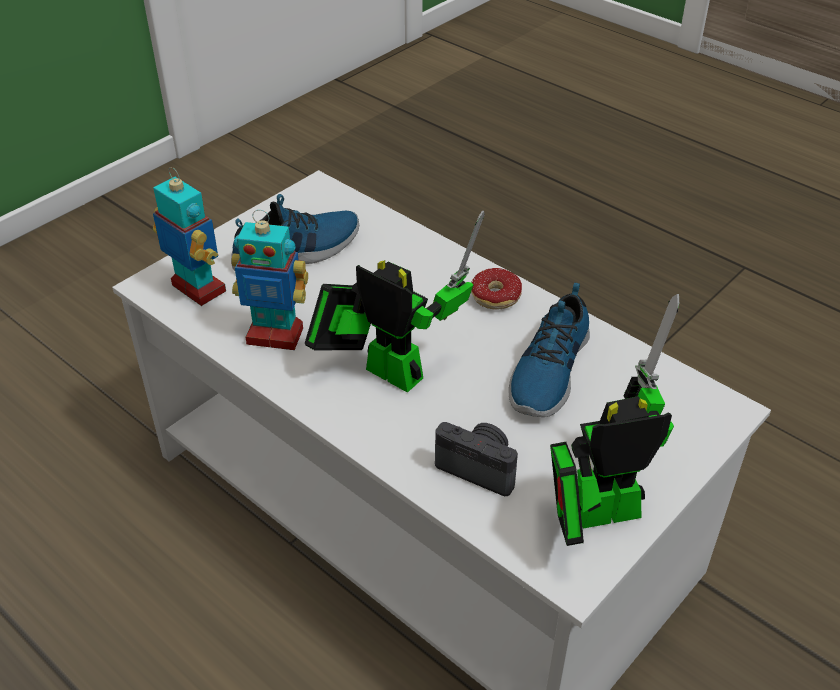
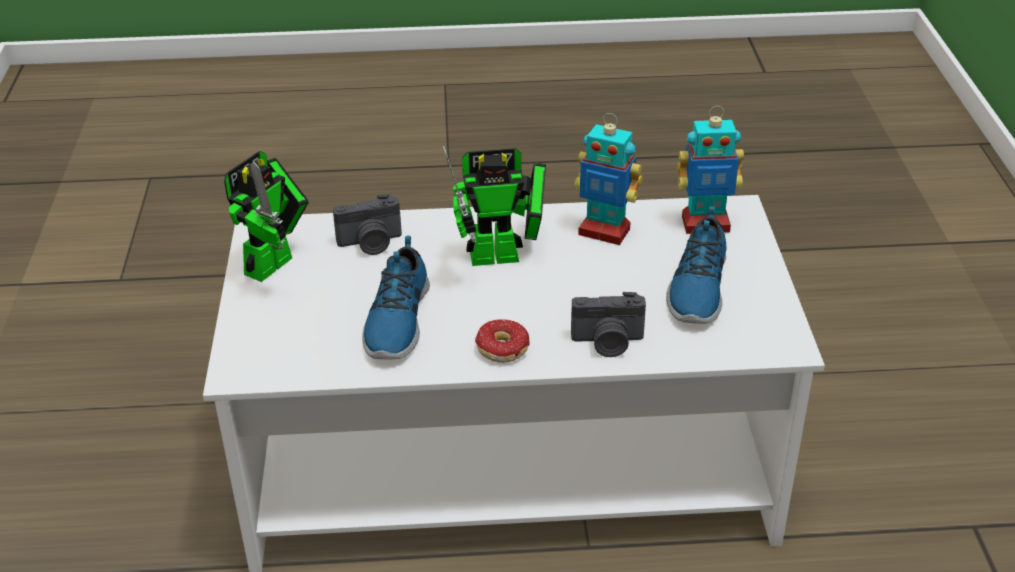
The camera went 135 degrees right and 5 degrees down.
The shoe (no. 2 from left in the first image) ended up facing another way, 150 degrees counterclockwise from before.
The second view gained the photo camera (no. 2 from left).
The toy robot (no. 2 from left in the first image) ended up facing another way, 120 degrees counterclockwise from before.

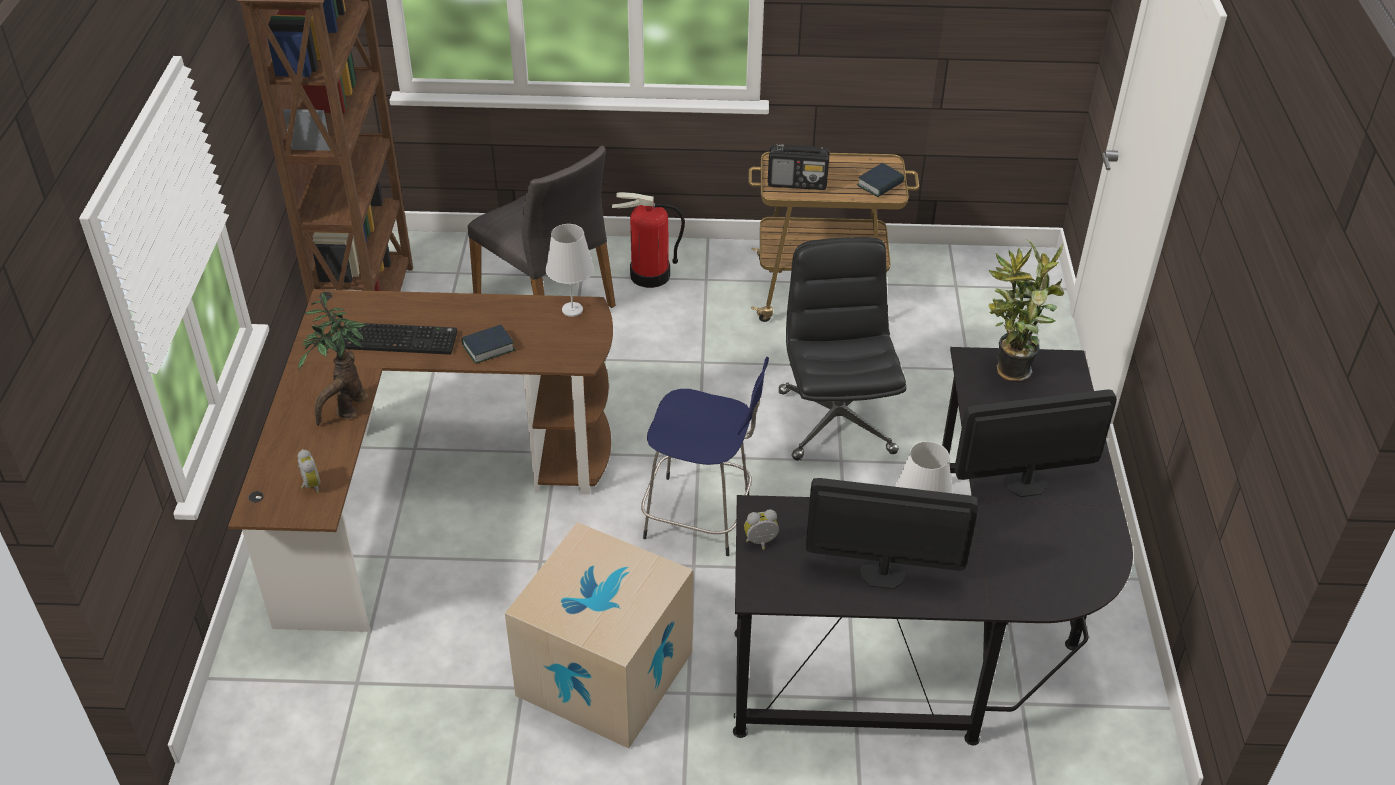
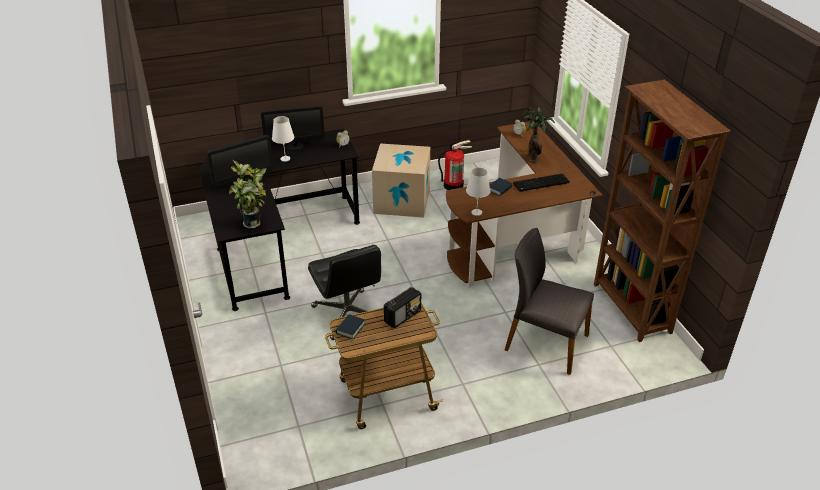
The camera went 160 degrees right and 5 degrees down.
The radio ended up facing another way, 150 degrees clockwise from before.
The fire extinguisher ended up elsewhere.
The second view lost the stool (blue).

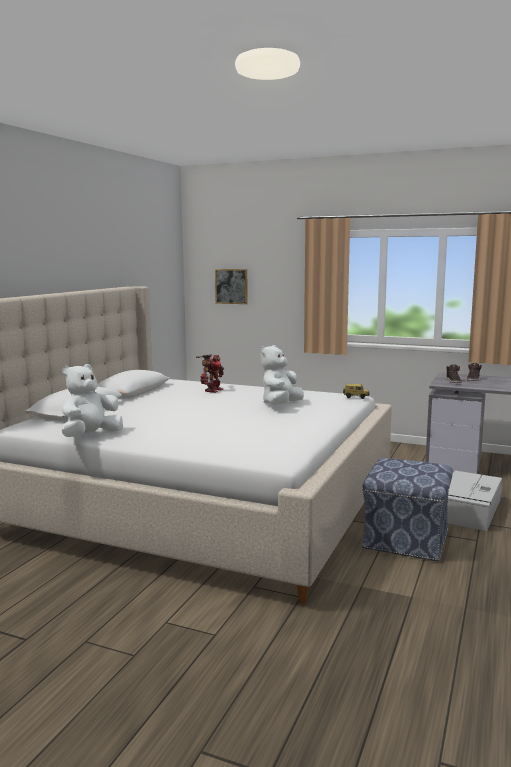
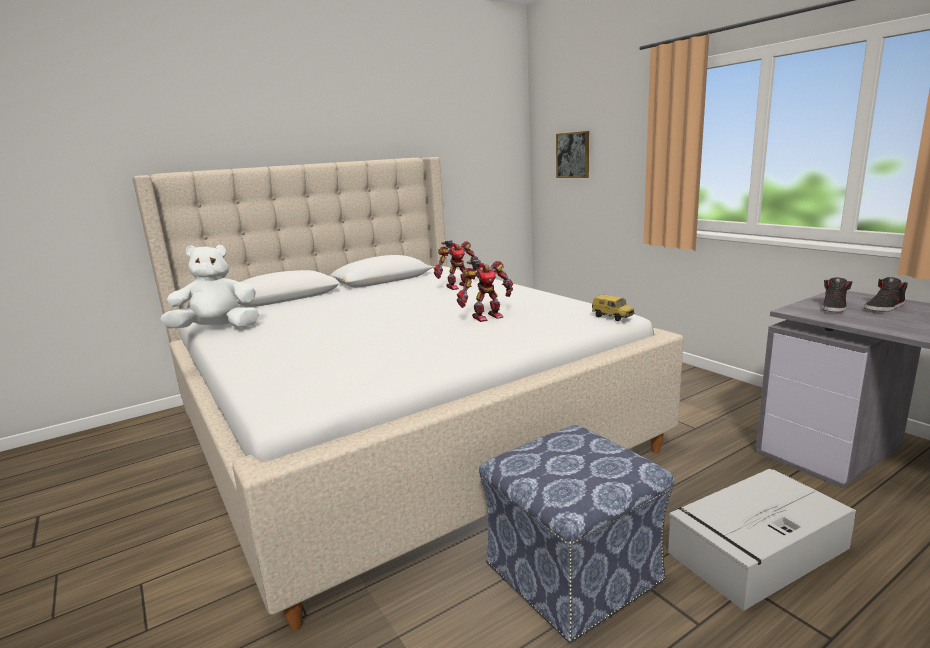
The camera went 35 degrees right and 5 degrees up.
Where the plush toy (white) (no. 2 from left) stood, the toy robot (no. 2 from left) came to stand.

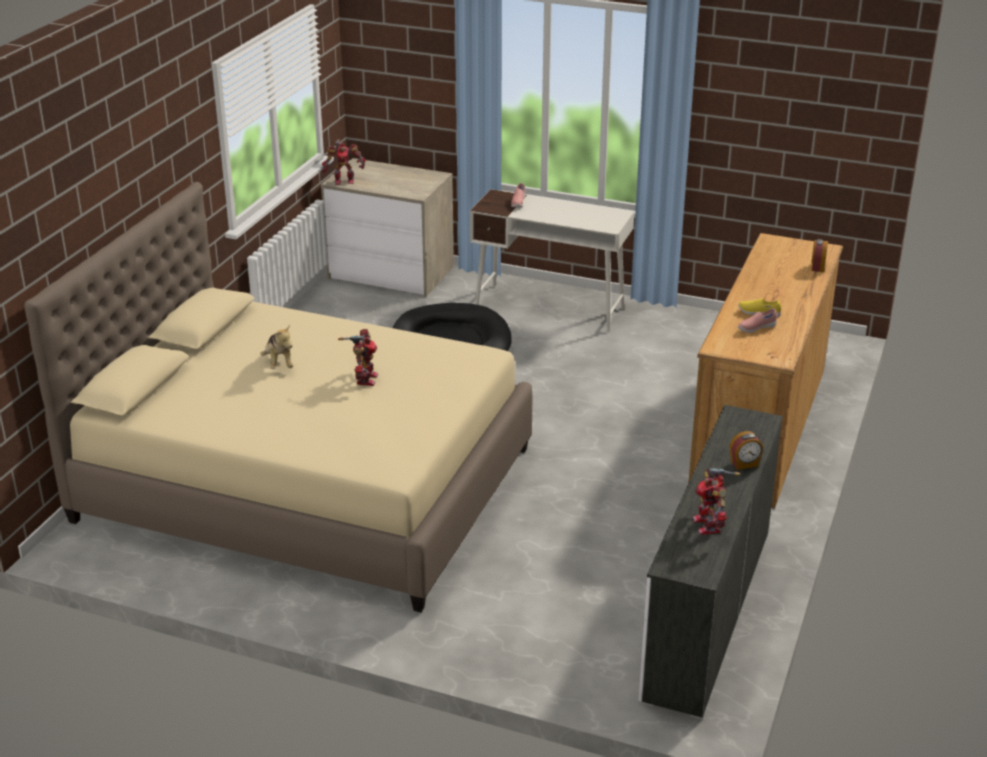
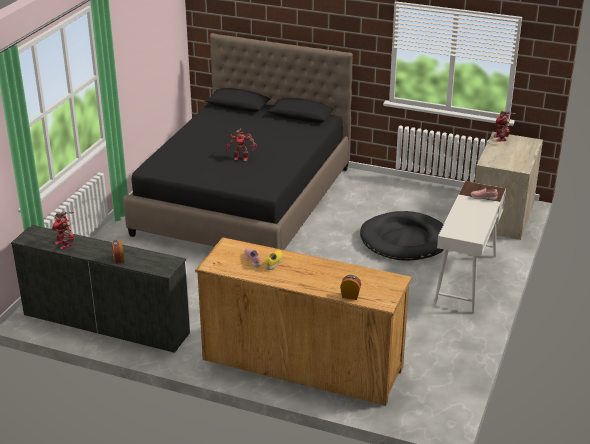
The camera went 90 degrees right and 0 degrees up.
The toy robot (no. 3 from left in the first image) ended up facing another way, 120 degrees counterclockwise from before.
What was the bed (beige) turned into the bed (black).
The second view lost the plush toy.

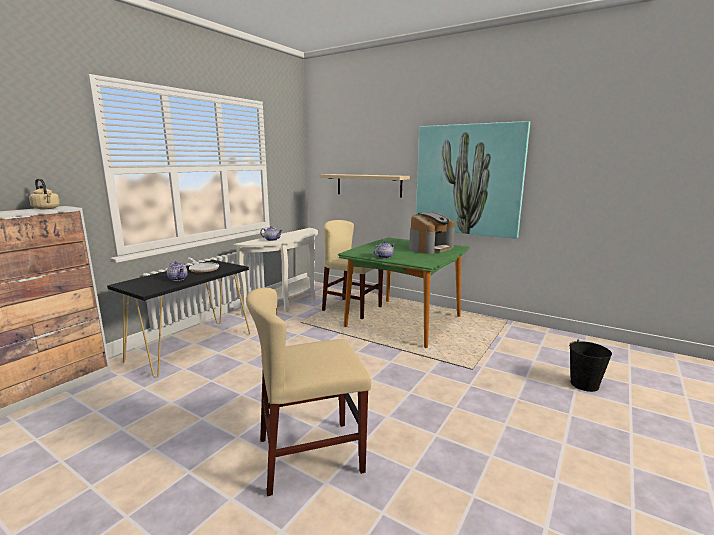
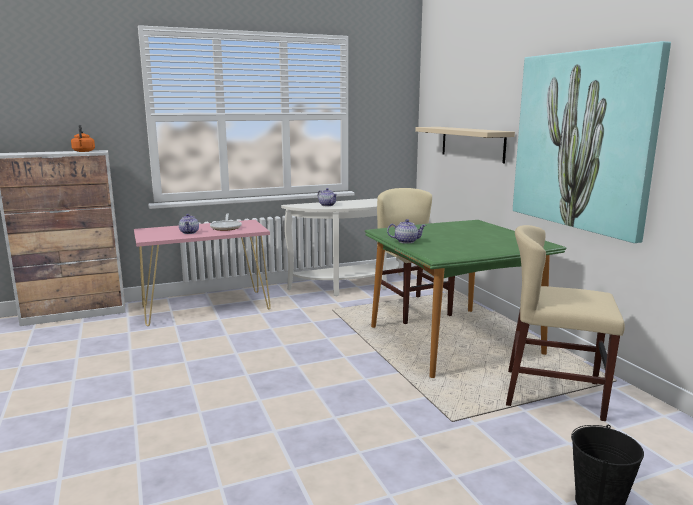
The camera went 35 degrees right and 0 degrees up.
What was the kettle (beige) turned into the kettle (orange).
What was the console table (black) turned into the console table (pink).
The chair (beige) (no. 1 from left in the first image) ended up elsewhere.
The second view lost the coffee machine.

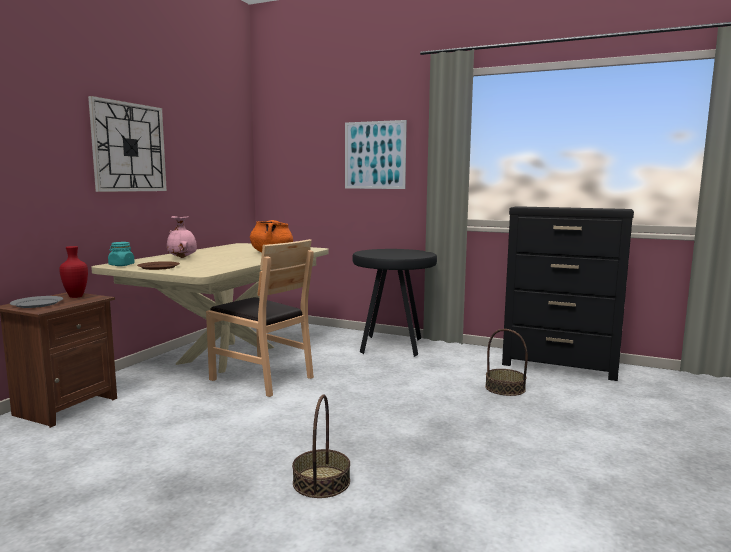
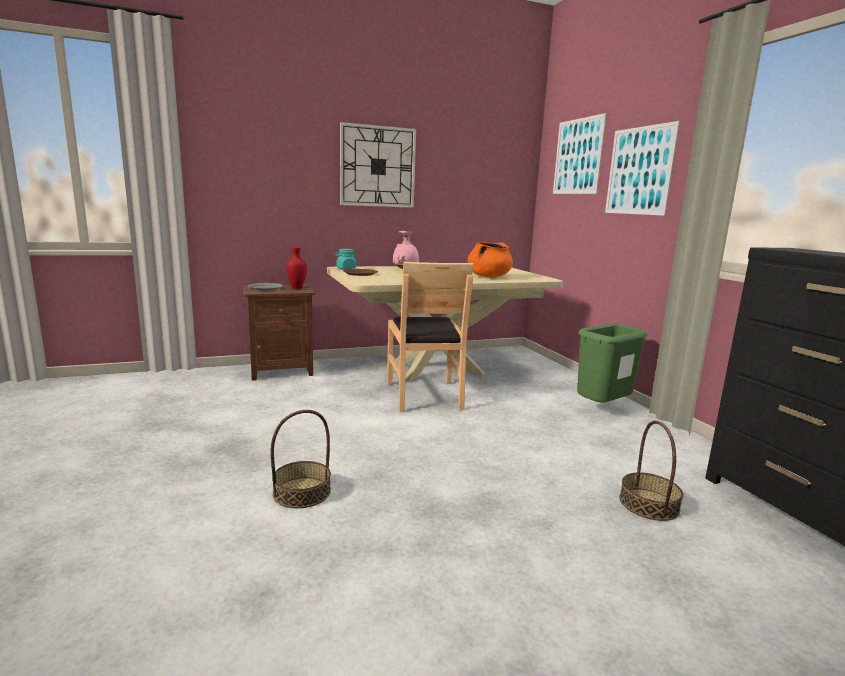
The camera went 45 degrees right and 5 degrees up.
The second view gained the picture (no. 1 from left).
Where the stool (black) stood, the trash can (green) came to stand.

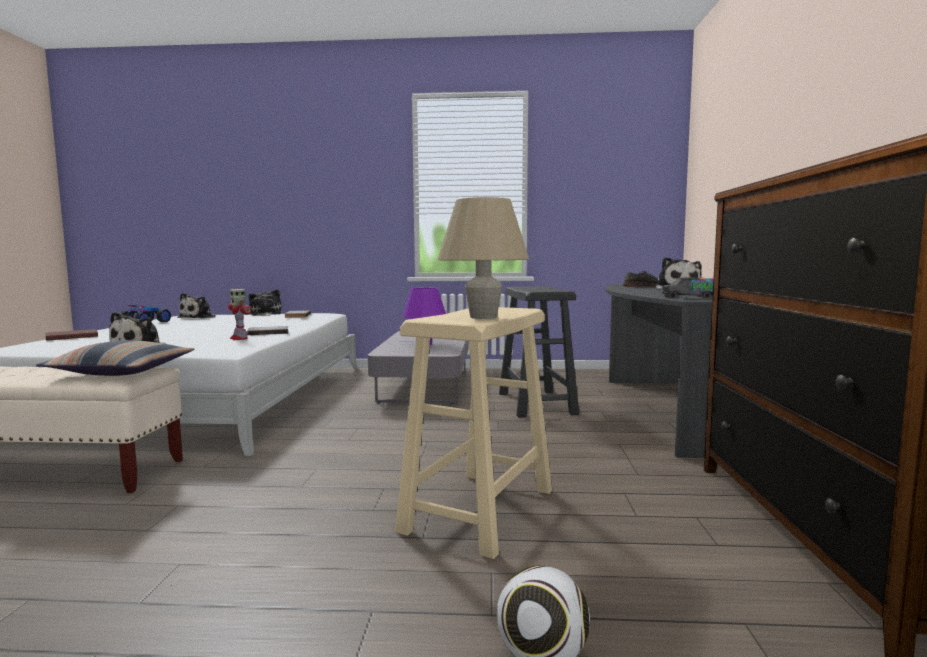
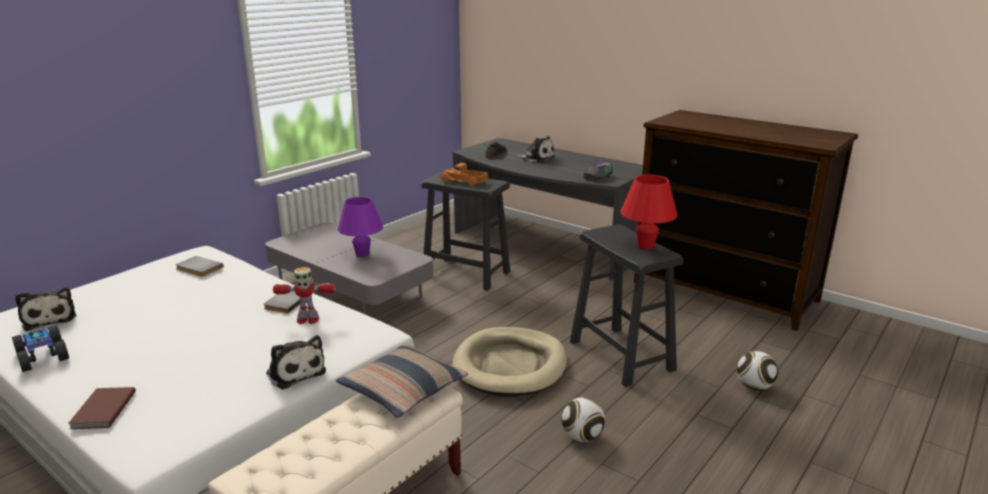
The camera went 55 degrees left and 15 degrees up.
The second view gained the toy truck (no. 1 from left).
The second view gained the dog bed (beige).
The second view gained the football (no. 1 from left).
What was the stool (beige) turned into the stool (black) (no. 2 from left).
What was the table lamp (beige) turned into the table lamp (red).
The second view lost the plush toy (no. 3 from left).

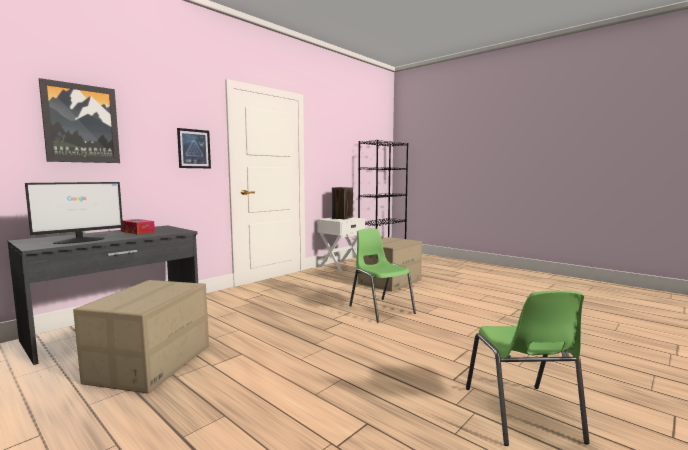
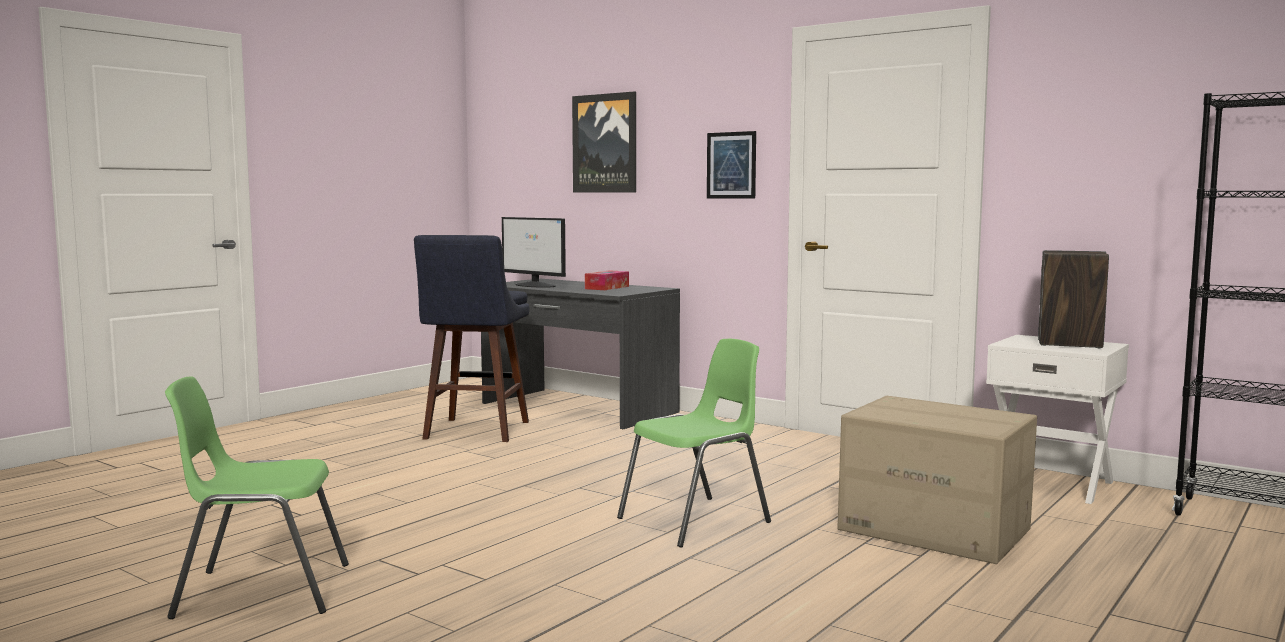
The camera went 85 degrees right and 0 degrees up.
Where the cardboard box (no. 1 from left) stood, the stool (blue) came to stand.

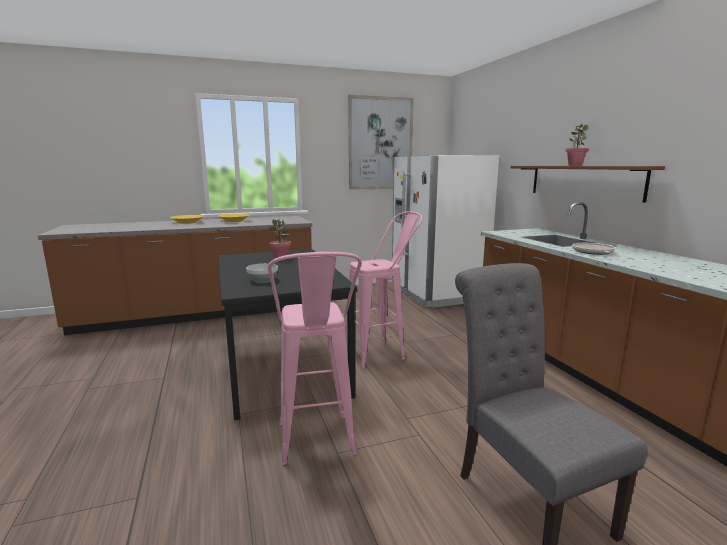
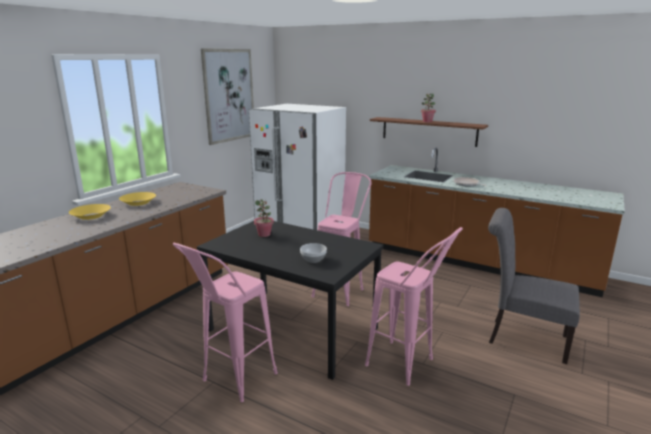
The camera went 40 degrees left and 5 degrees up.
The second view gained the stool (pink) (no. 1 from left).

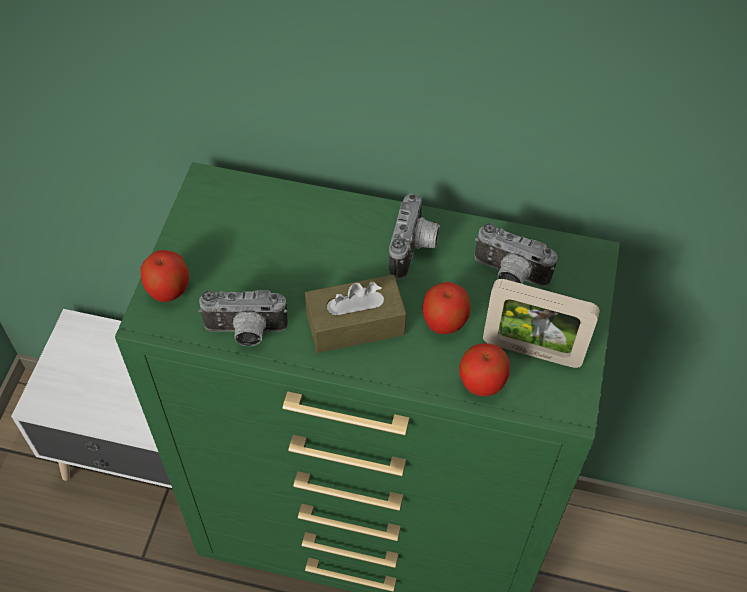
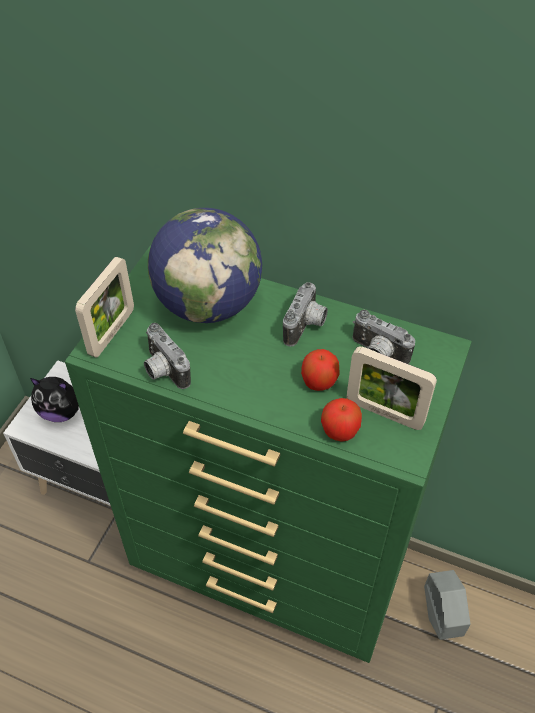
The camera went 10 degrees right and 5 degrees down.
The second view gained the plush toy.
Where the apple (no. 1 from left) stood, the picture frame (no. 1 from left) came to stand.
The photo camera (no. 1 from left) ended up facing another way, 45 degrees clockwise from before.
The second view gained the globe.
The second view gained the planter (grey).
The second view lost the tissue box (brown).

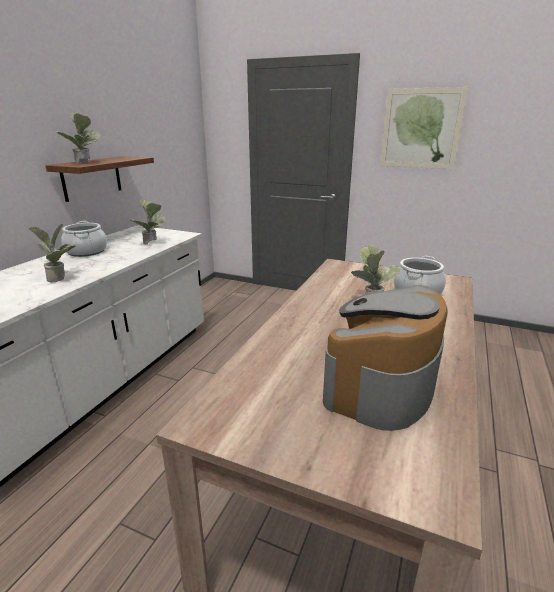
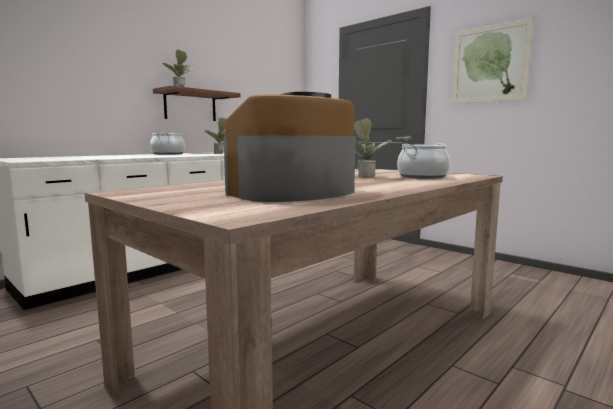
The camera went 20 degrees right and 15 degrees down.
The second view lost the potted plant (no. 1 from left).

